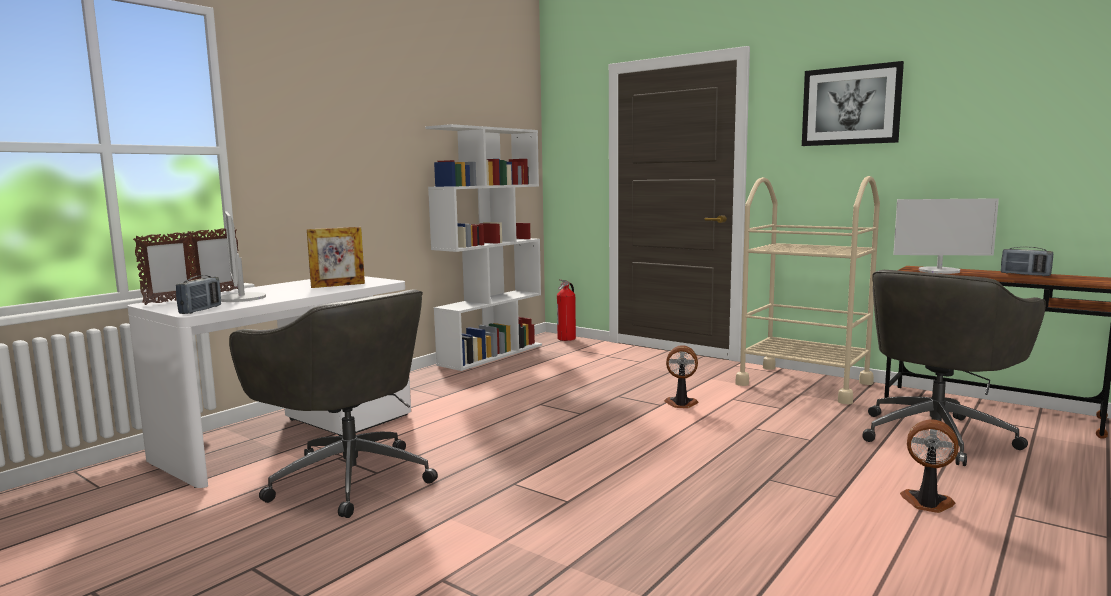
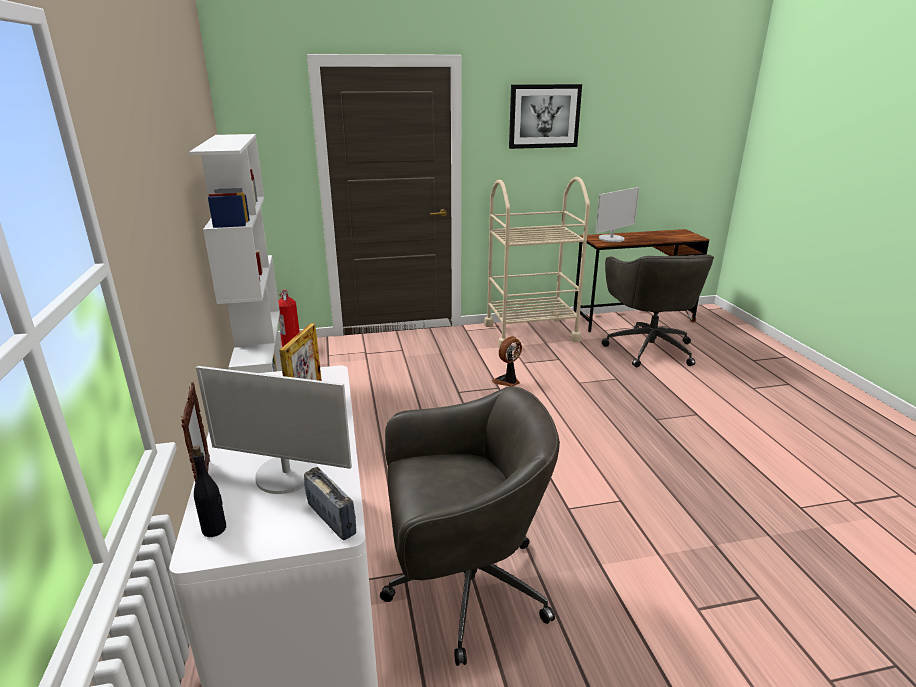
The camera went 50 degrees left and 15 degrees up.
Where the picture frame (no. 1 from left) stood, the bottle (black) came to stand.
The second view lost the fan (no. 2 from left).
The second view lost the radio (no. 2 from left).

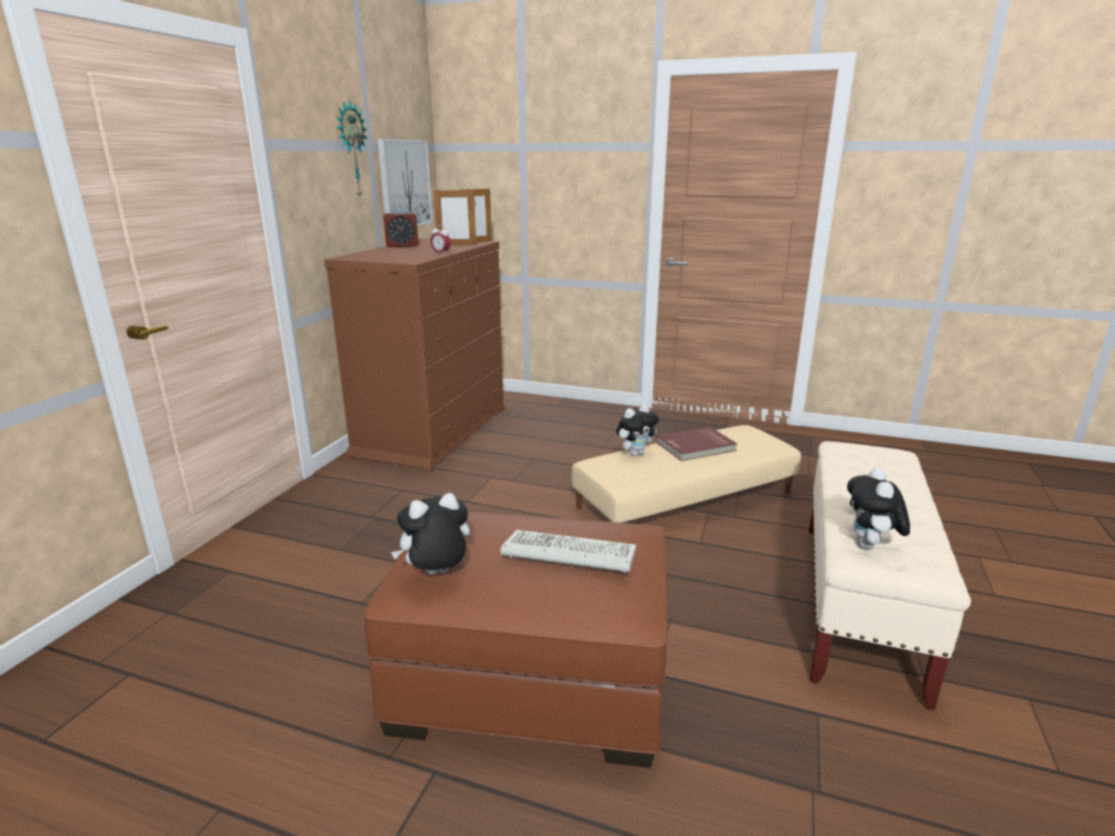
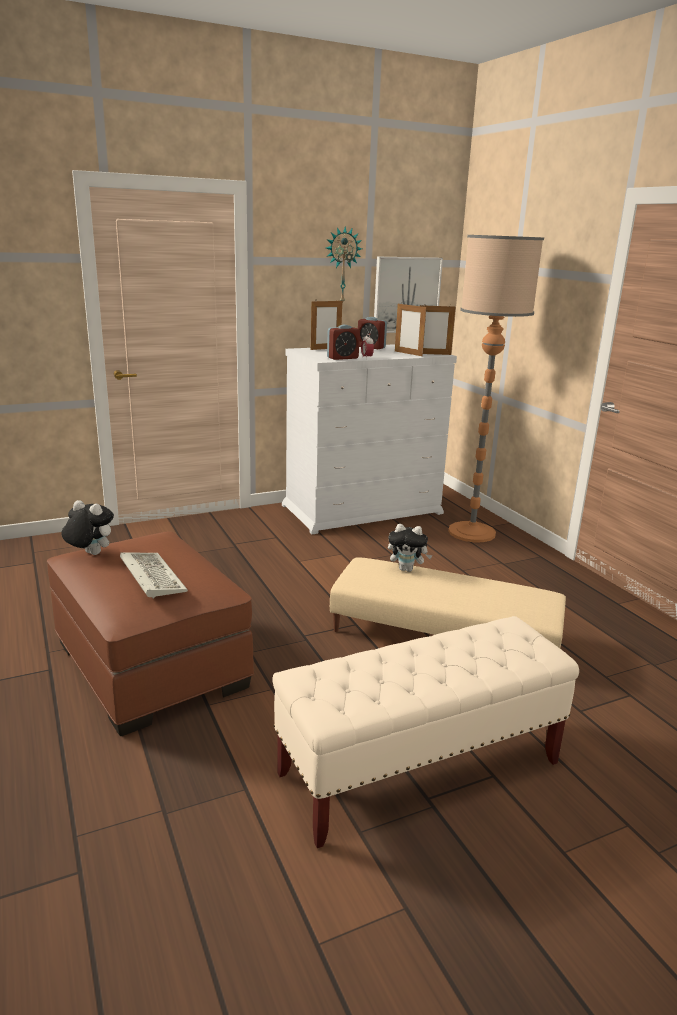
The camera went 45 degrees right and 0 degrees up.
What was the dresser (brown) turned into the dresser (white).
The second view gained the picture frame (no. 1 from left).
The second view gained the alarm clock (no. 1 from left).
The second view gained the floor lamp.
The second view lost the book (red).
The second view lost the plush toy (no. 3 from left).

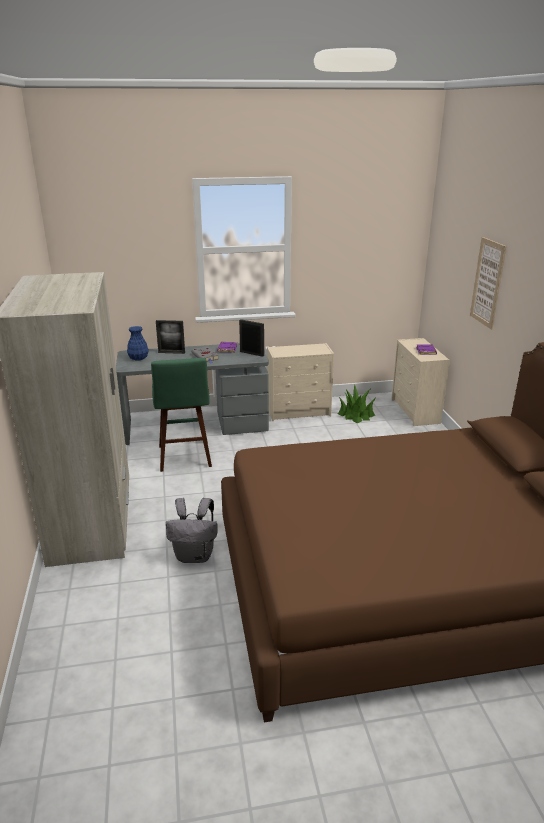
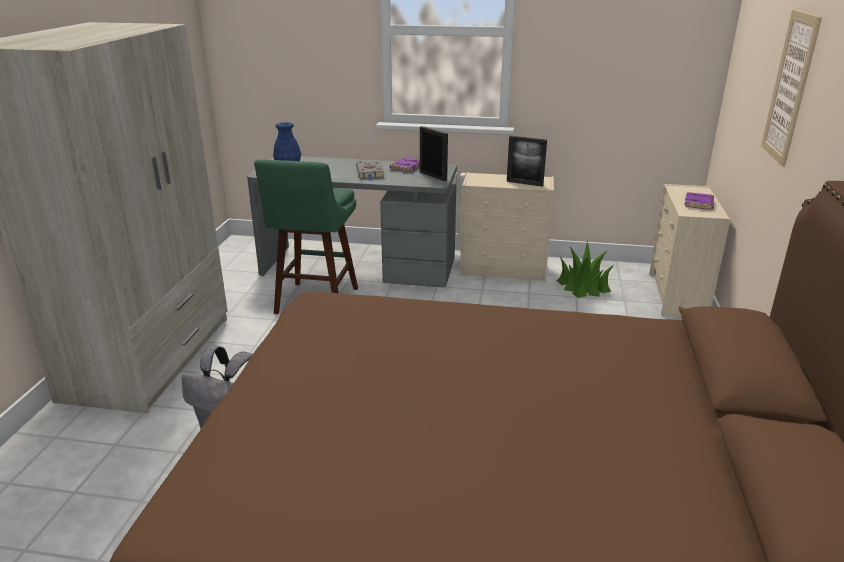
The camera went 20 degrees right and 0 degrees up.
The picture frame (no. 1 from left in the first image) ended up elsewhere.

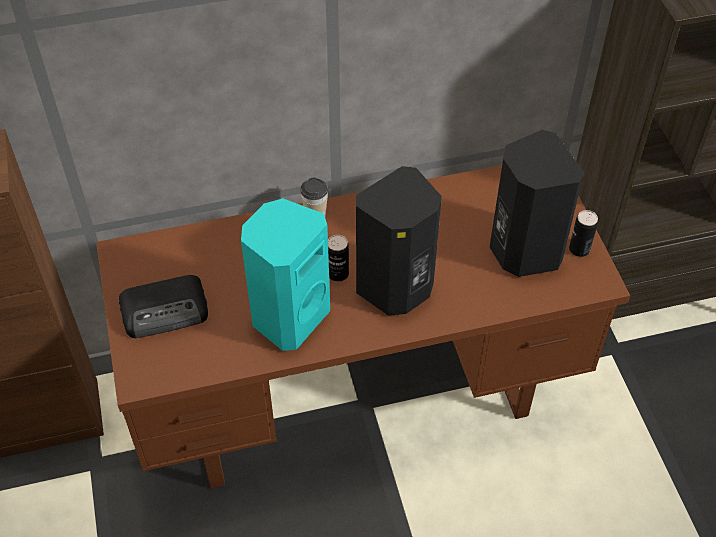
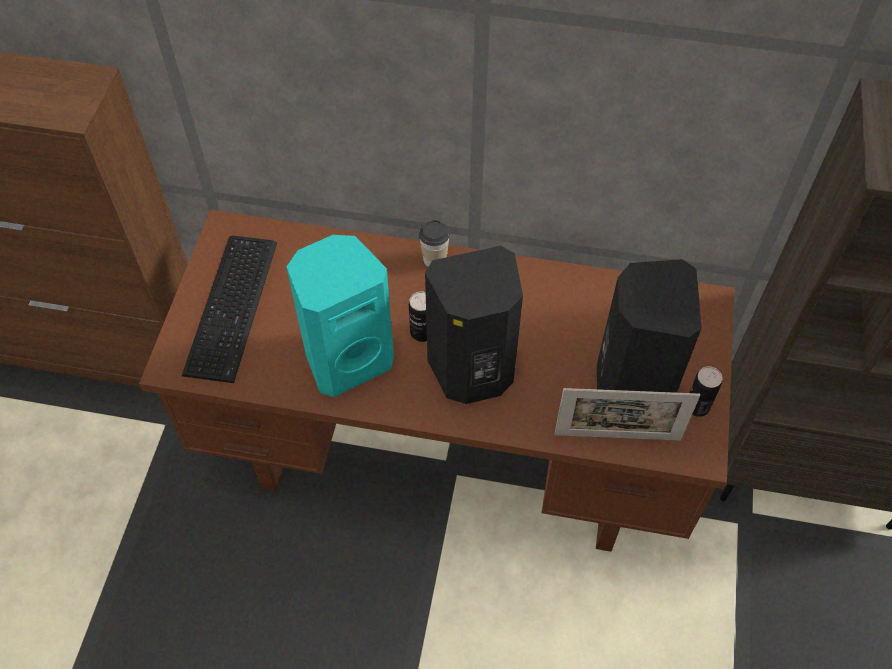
The camera went 25 degrees right and 5 degrees up.
Where the radio stood, the keyboard came to stand.
The second view gained the picture frame.

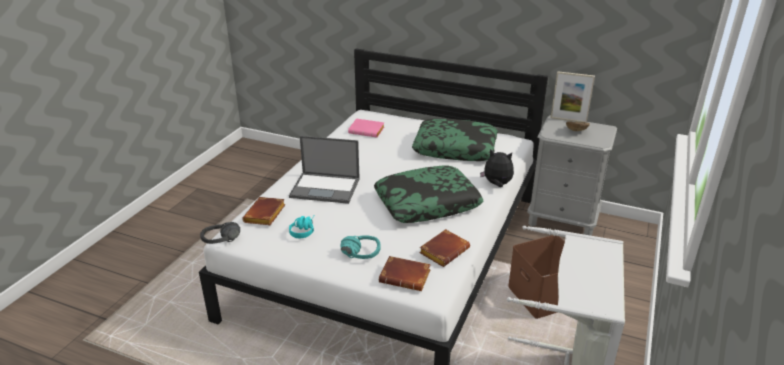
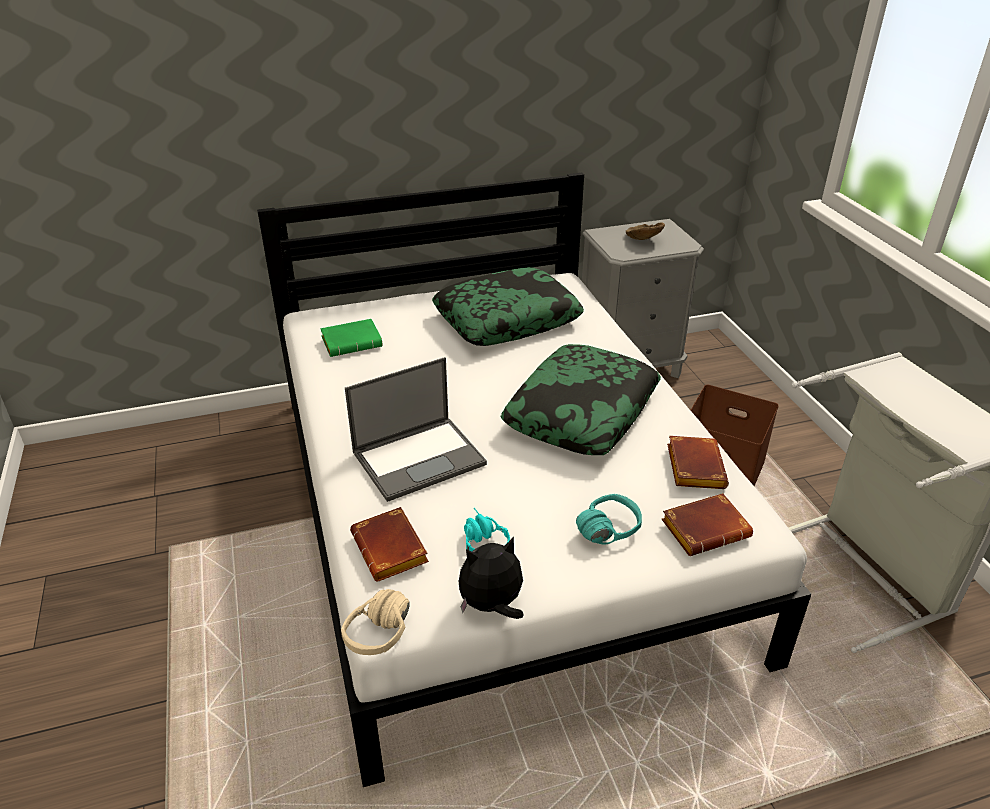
The camera went 40 degrees left and 5 degrees up.
What was the book (pink) turned into the book (green).
What was the headphones (black) turned into the headphones (beige).
The plush toy ended up elsewhere.
The second view lost the picture frame.

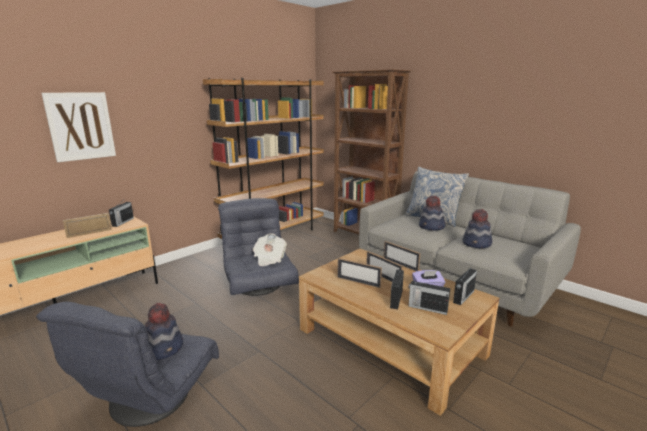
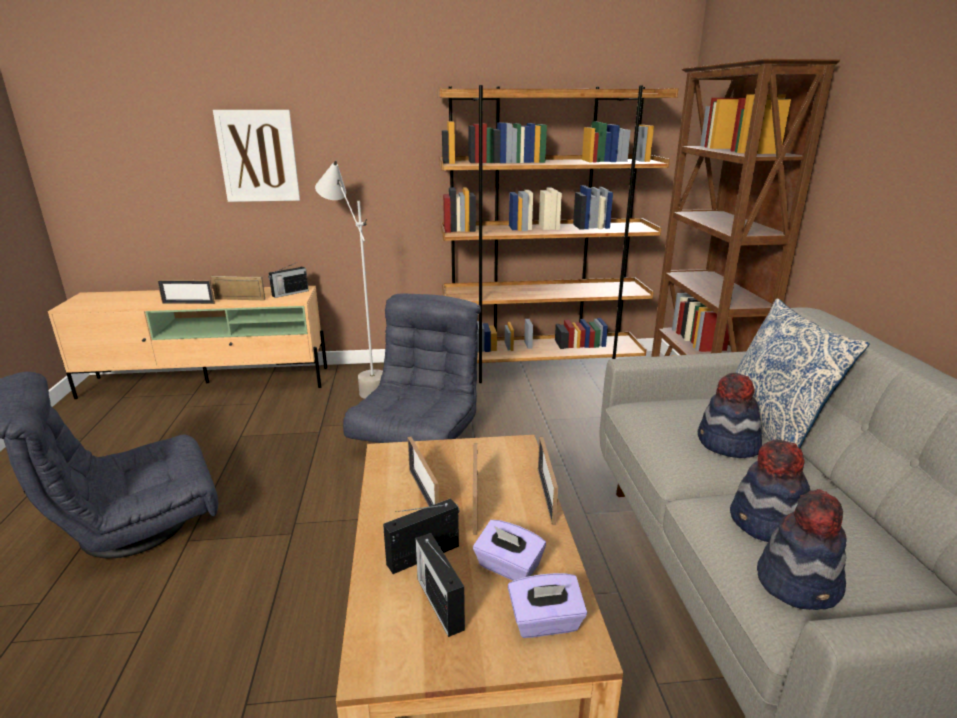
The camera went 40 degrees right and 5 degrees up.
The second view gained the picture frame (no. 1 from left).
The second view gained the floor lamp (grey).
Where the radio (no. 4 from left) stood, the tissue box (purple) (no. 2 from left) came to stand.
The hat (no. 1 from left in the first image) ended up elsewhere.
The second view lost the newspaper.

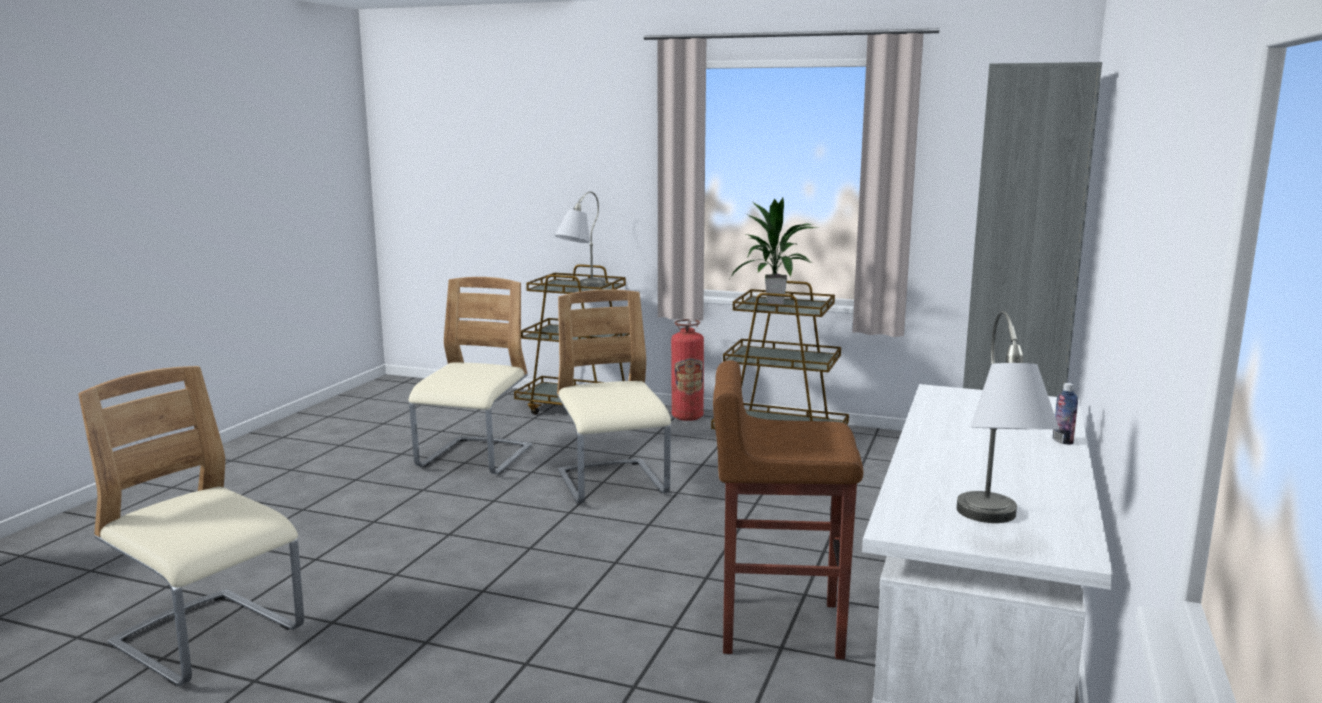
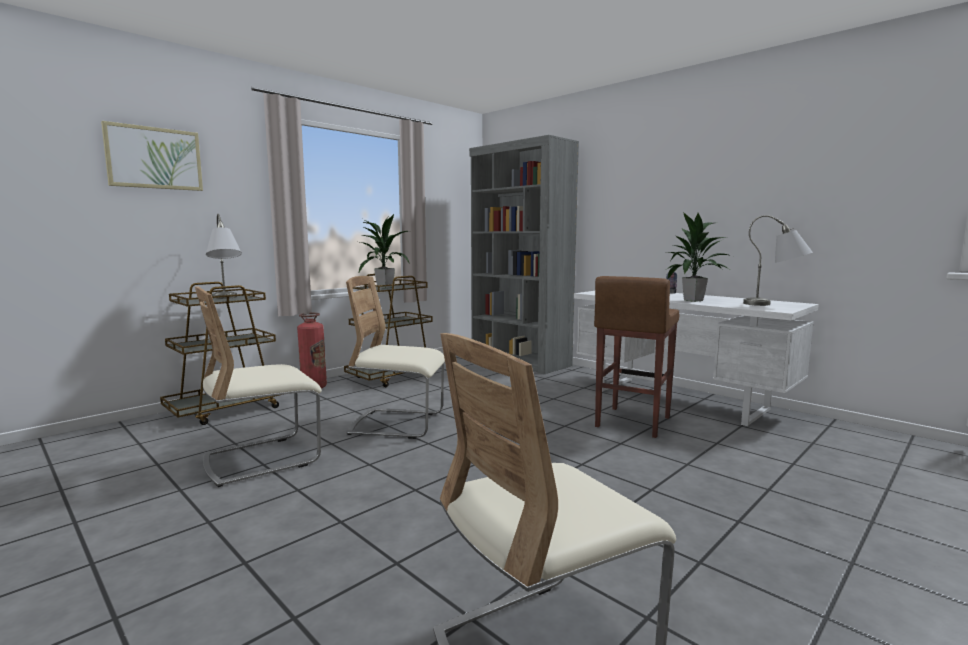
The camera went 65 degrees left and 5 degrees down.
The second view gained the picture.
The chair (beige) (no. 2 from left in the first image) ended up facing another way, 75 degrees counterclockwise from before.
The second view gained the potted plant (no. 2 from left).

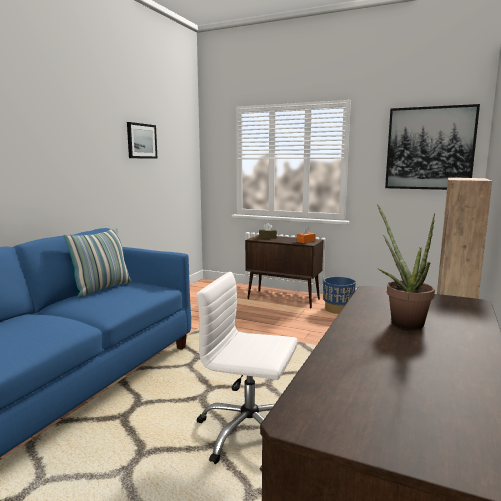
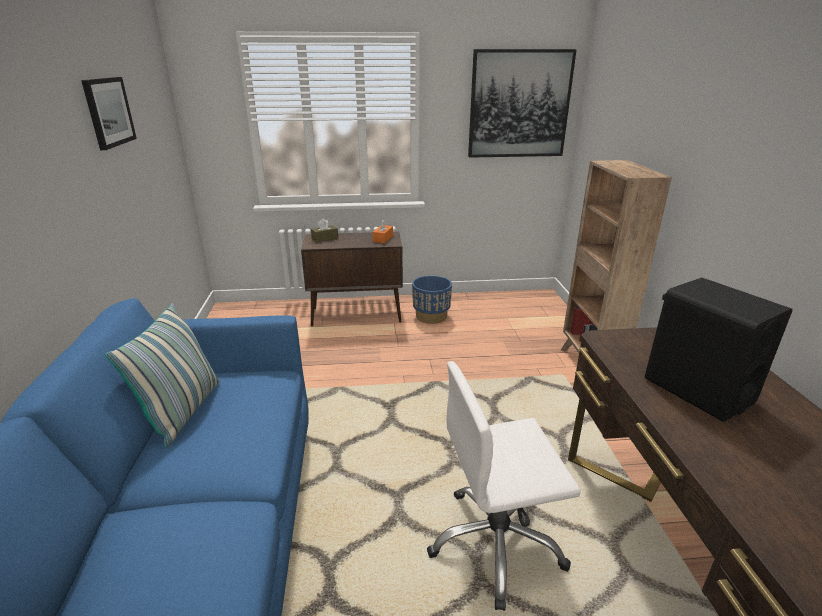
The camera went 30 degrees left and 15 degrees up.
Where the potted plant stood, the speaker (black) came to stand.

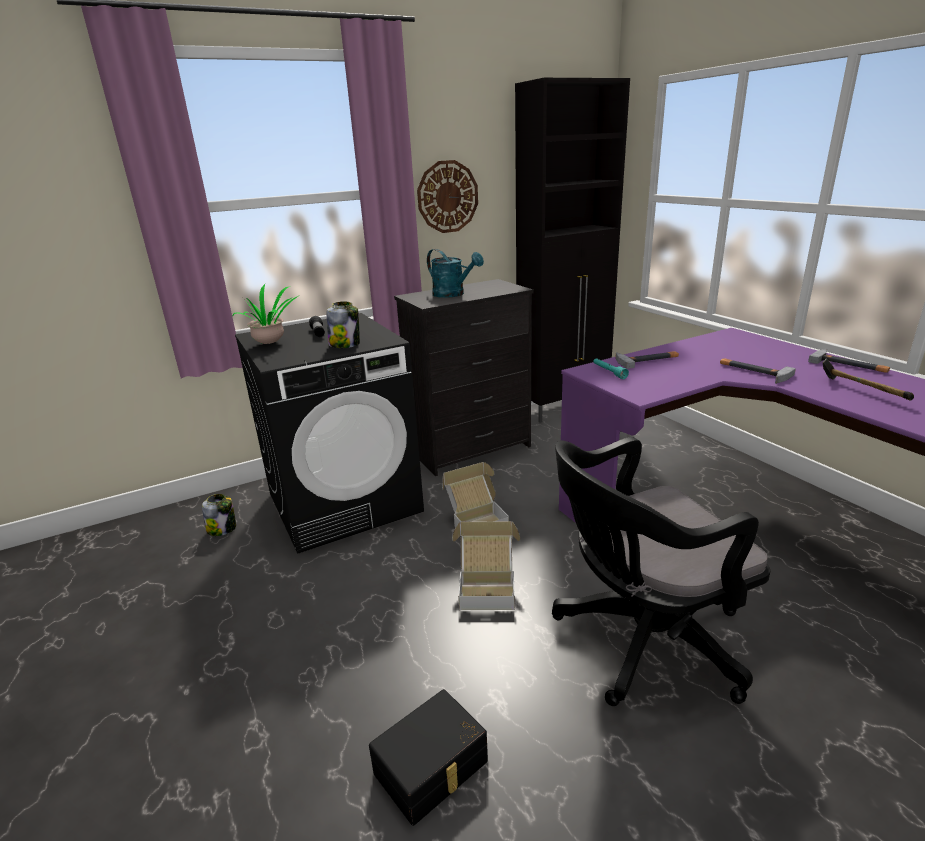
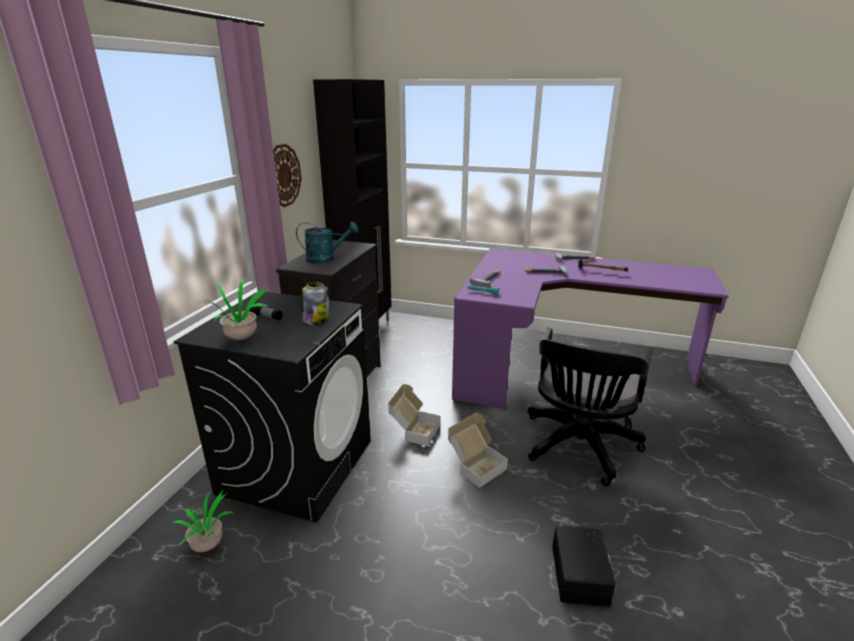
The camera went 45 degrees left and 0 degrees up.
Where the jar (no. 1 from left) stood, the potted plant (no. 1 from left) came to stand.

